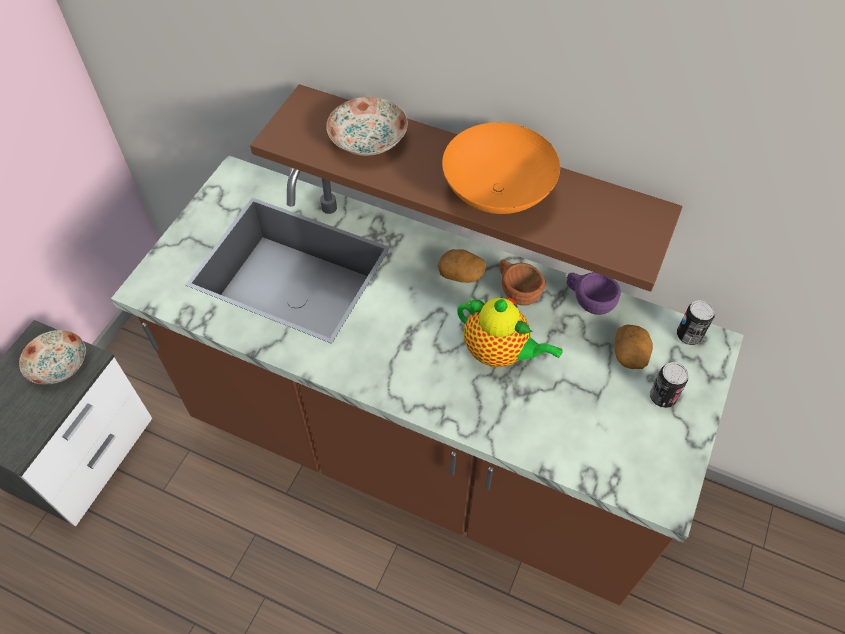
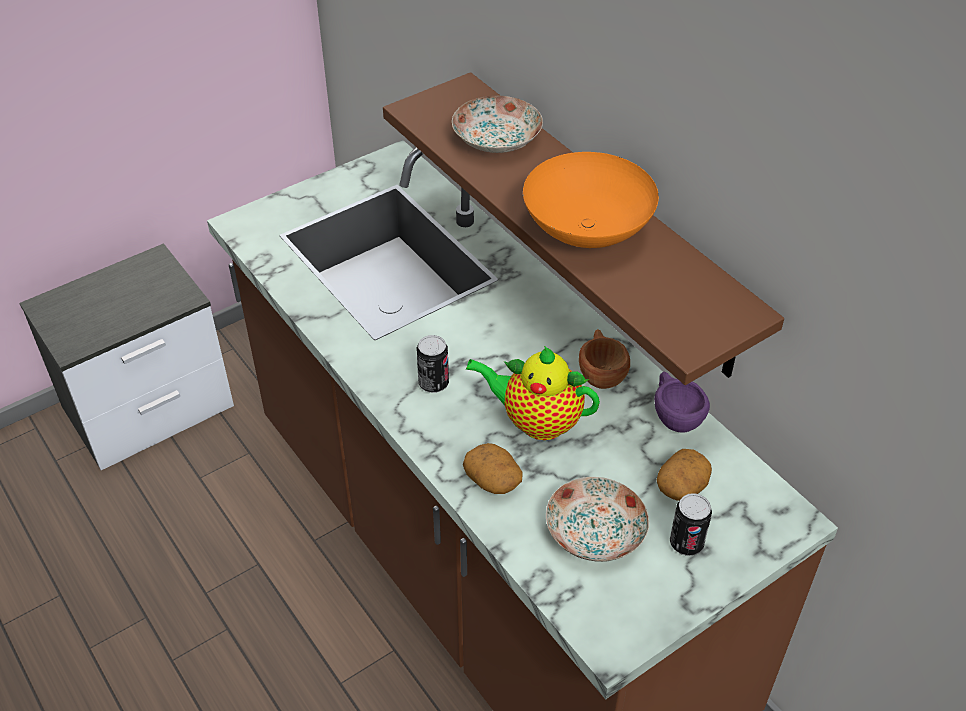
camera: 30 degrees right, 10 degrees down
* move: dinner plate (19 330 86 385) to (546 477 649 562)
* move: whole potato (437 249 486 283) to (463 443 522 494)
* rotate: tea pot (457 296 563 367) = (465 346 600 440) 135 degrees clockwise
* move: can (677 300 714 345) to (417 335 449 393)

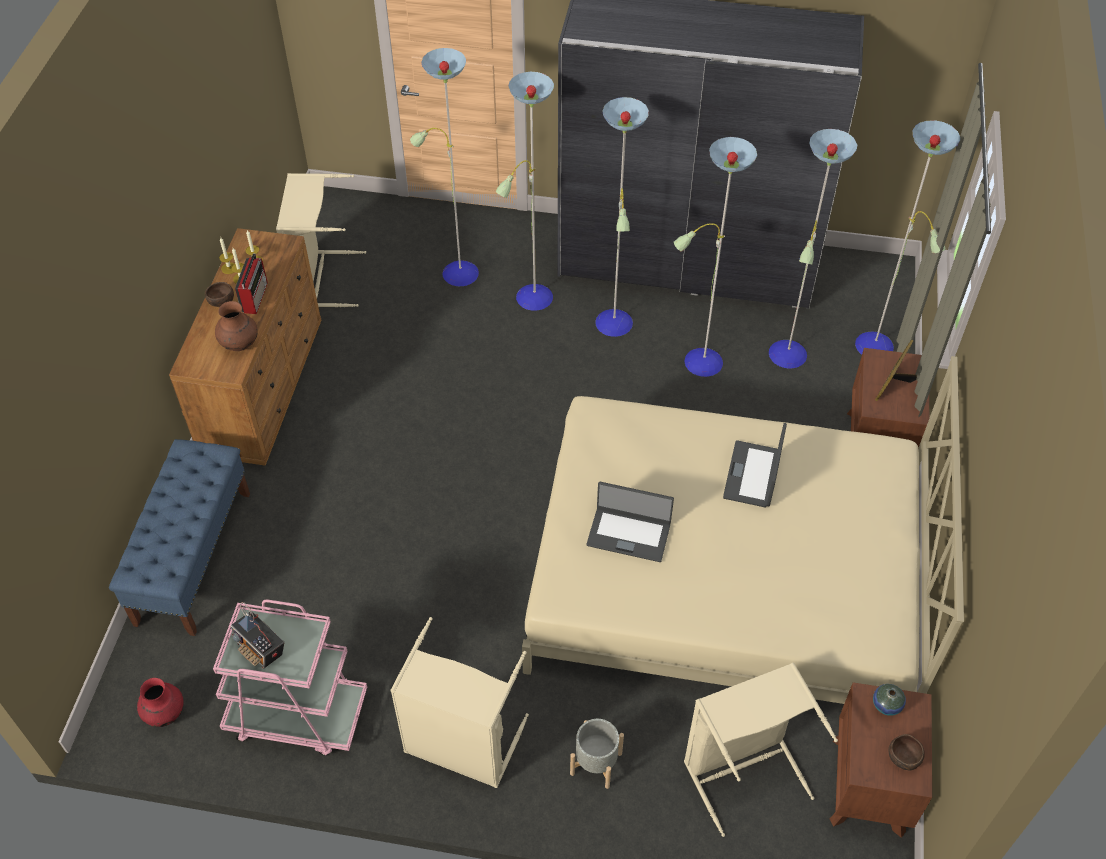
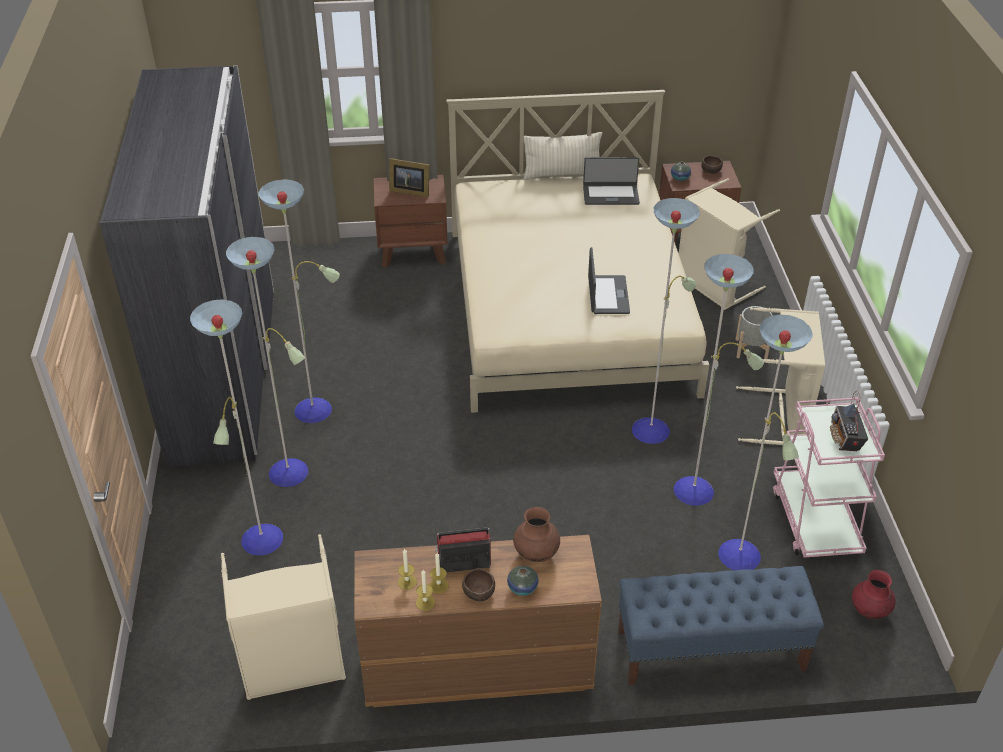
camera: 105 degrees left, 10 degrees down
* rotate: radio set (231 602 284 668) = (830 391 868 451) 150 degrees clockwise
* move: floor lamp (674 120 960 377) to (632 198 813 571)
* move: portable computer (723 423 787 508) to (583 157 640 205)
* insert: vase (507 566 539 596)
* insert: pillow in beige (523 132 602 180)

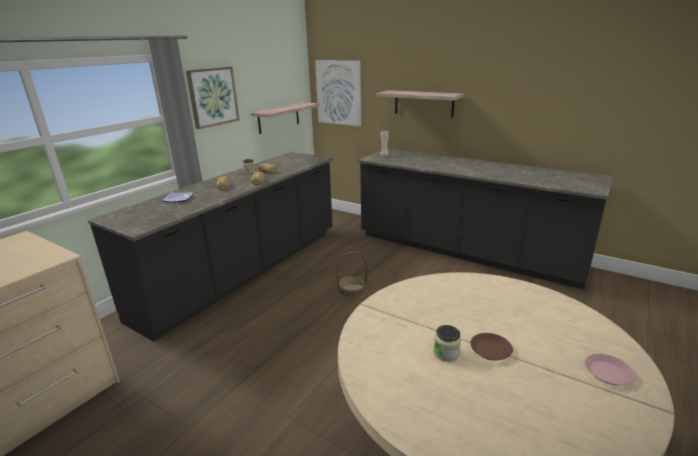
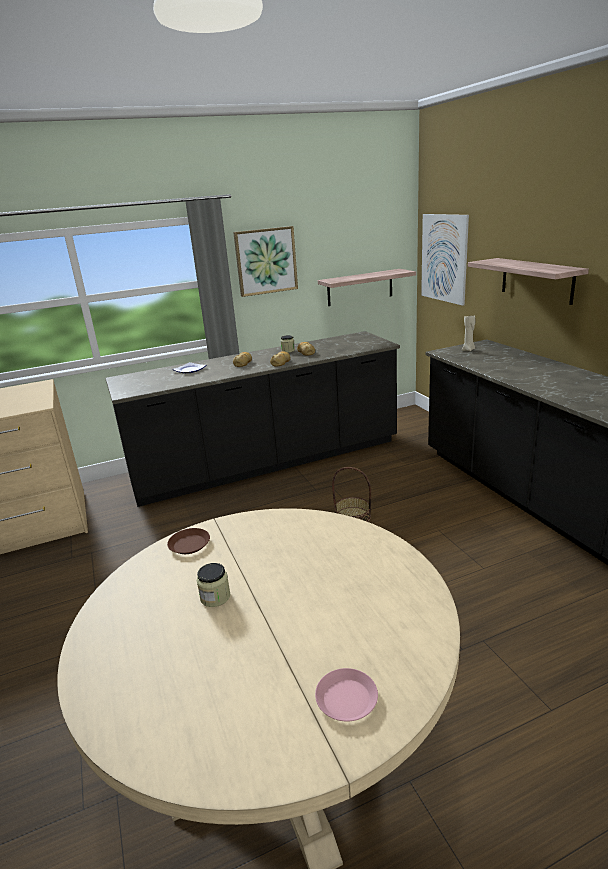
camera: 35 degrees right, 0 degrees up
* move: dinner plate in brown-coloured (470 333 513 361) to (167 528 210 554)

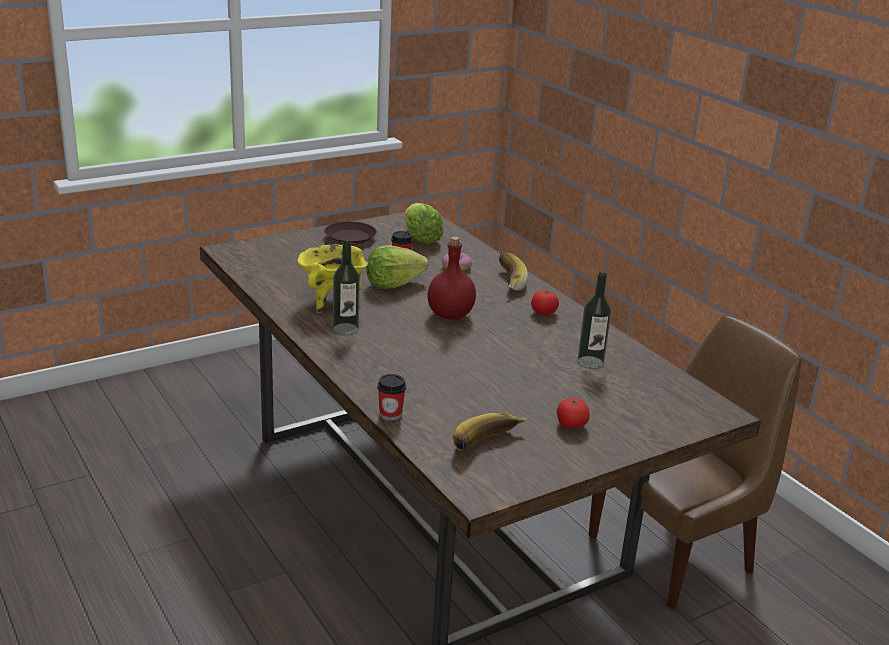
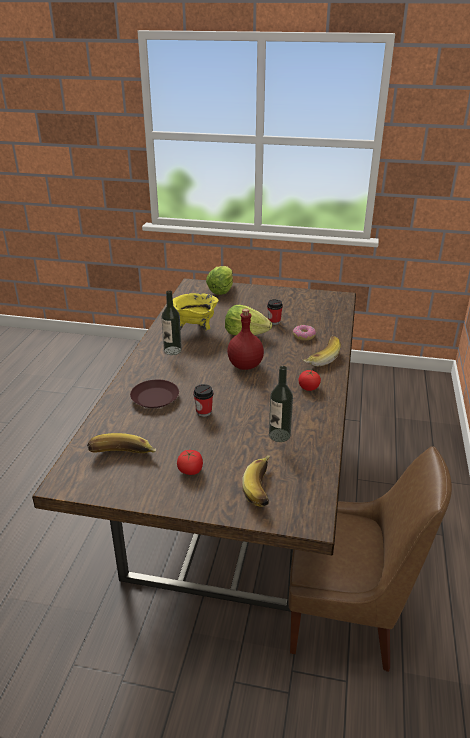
camera: 45 degrees right, 5 degrees up
* move: dinner plate in brown-coloured (324 221 377 245) to (130 380 179 408)
* move: cup (377 374 406 421) to (193 384 214 417)
* move: head of lettuce (405 203 443 244) to (206 266 233 295)
* insert: whole banana (242 455 271 507)

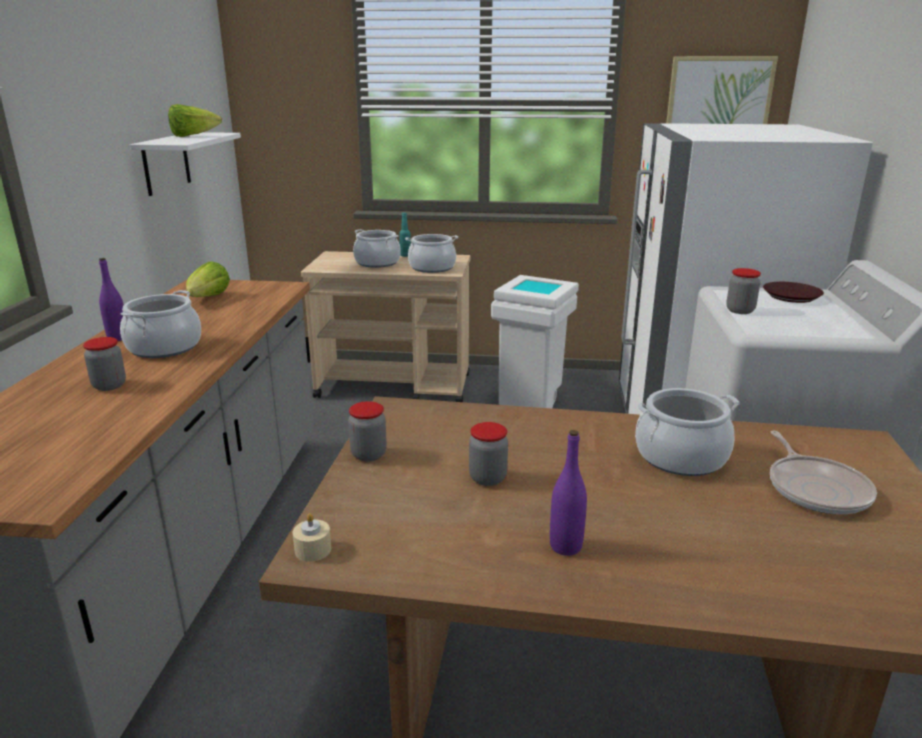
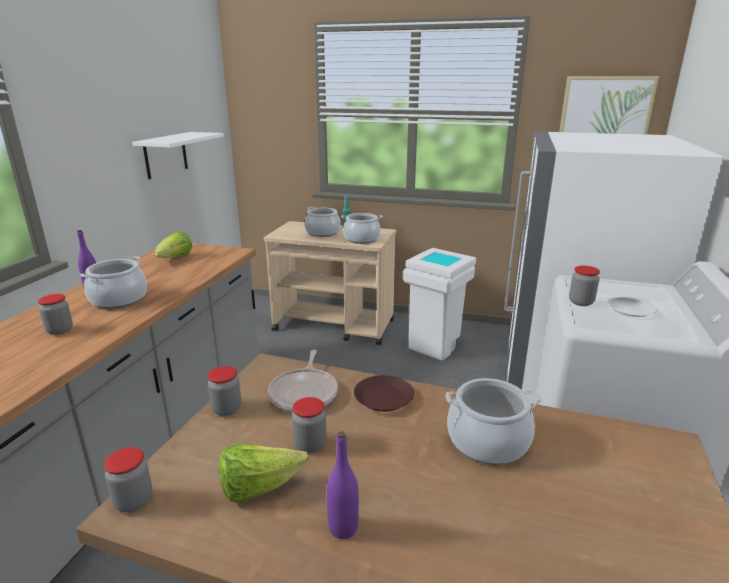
camera: 10 degrees right, 0 degrees up
* move: head of lettuce (168 104 222 137) to (219 444 308 502)
* replace: wax candle in beige (293 513 331 562) to jar (104 447 153 512)
* move: dinner plate in brown-coloured (763 282 824 303) to (354 375 414 412)
* move: skillet (770 431 877 514) to (268 350 338 412)
* insert: dinner plate in whitish (607 297 657 317)

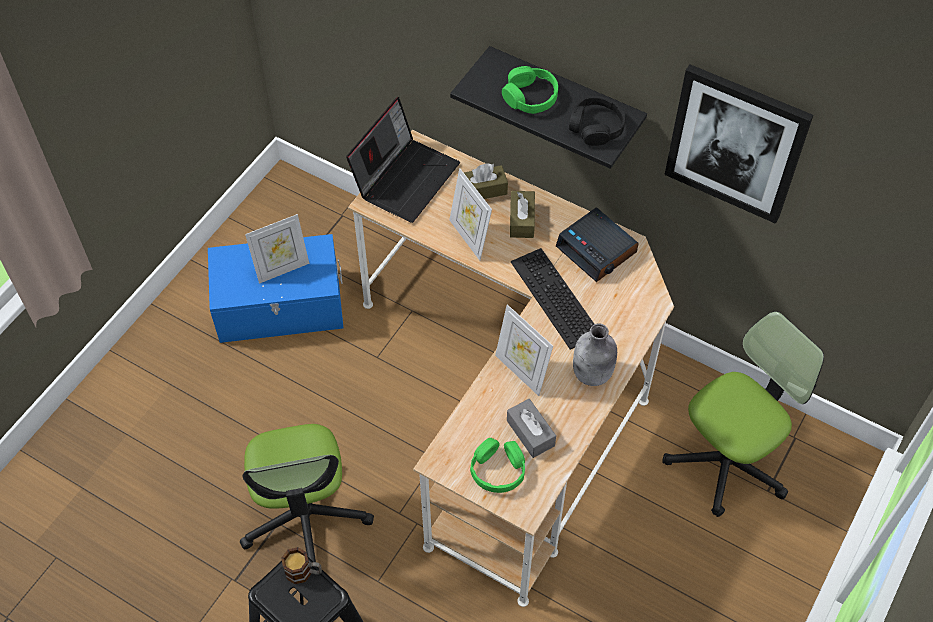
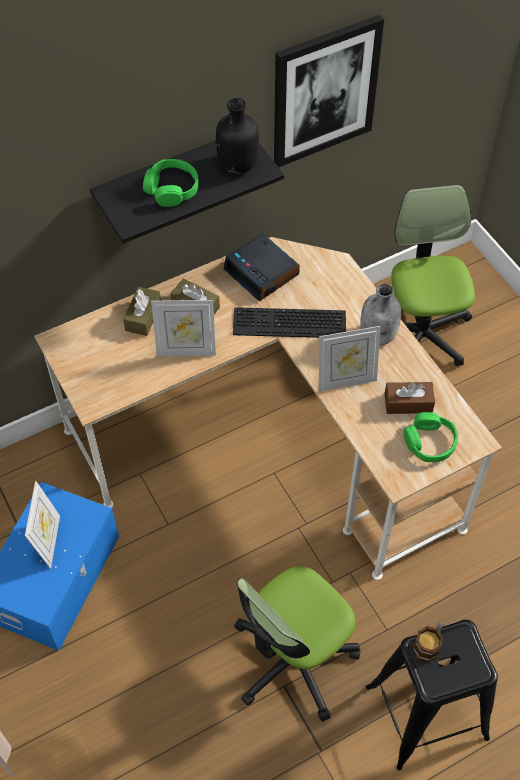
camera: 60 degrees left, 0 degrees up
* rotate: computer chair (240 424 374 562) = (234 566 360 722) 120 degrees clockwise
* delete: portable computer (346 97 460 223)
* recolor: box of tissues in greyish (507 399 556 458) to box of tissues in brown-coloured (385 382 435 414)
* rotate: bedside clock (556 207 639 282) = (223 233 300 301) 60 degrees clockwise
* replace: headphones in blackish (569 96 625 146) to beverage bottle in blackish (216 98 259 173)

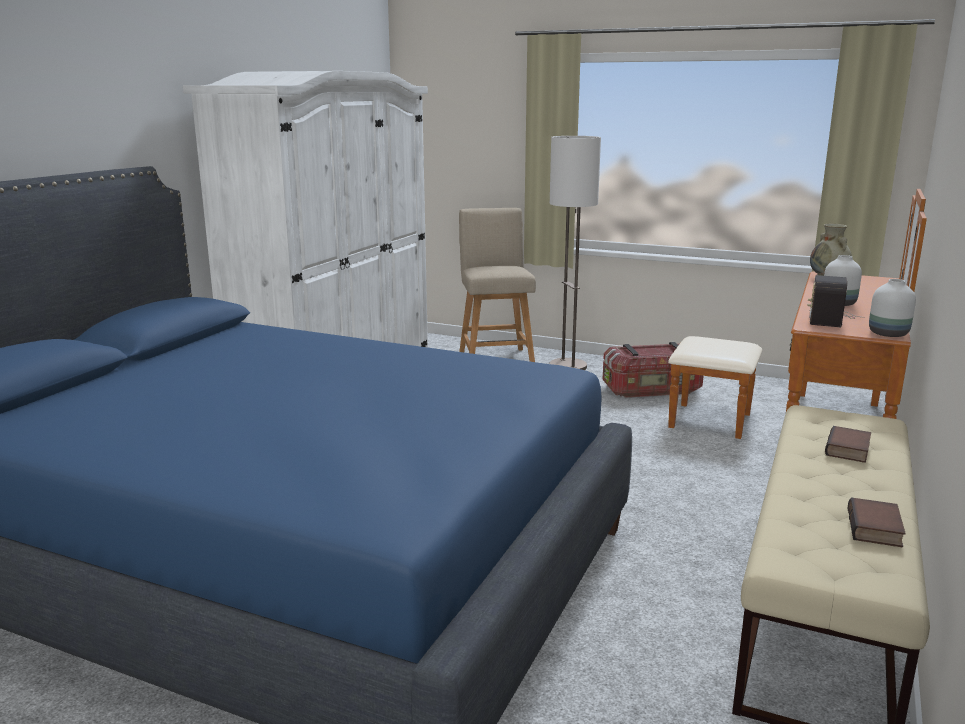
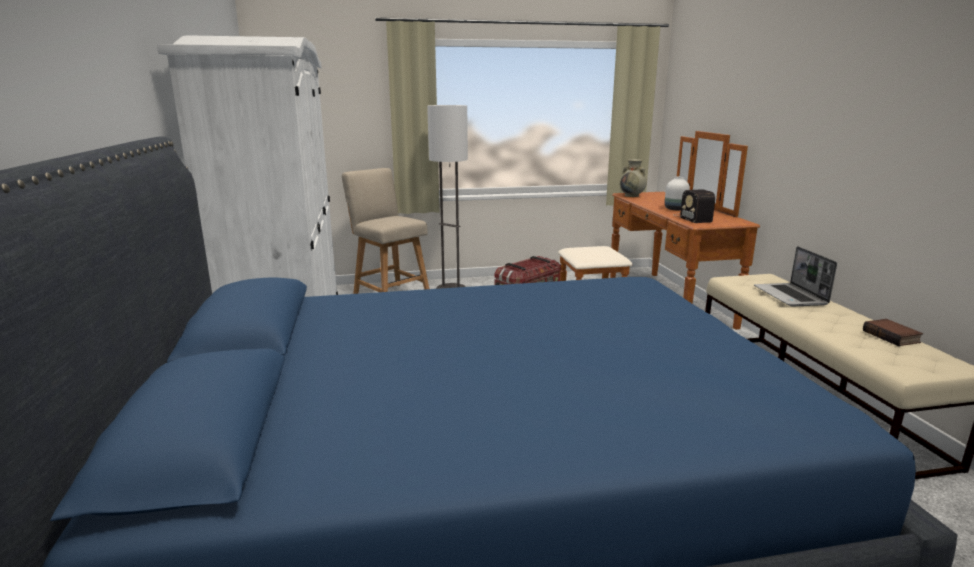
camera: 35 degrees left, 0 degrees up
* replace: bound book (825 426 871 463) to portable computer (754 246 837 306)
* delete: vase in whitish (869 279 916 337)

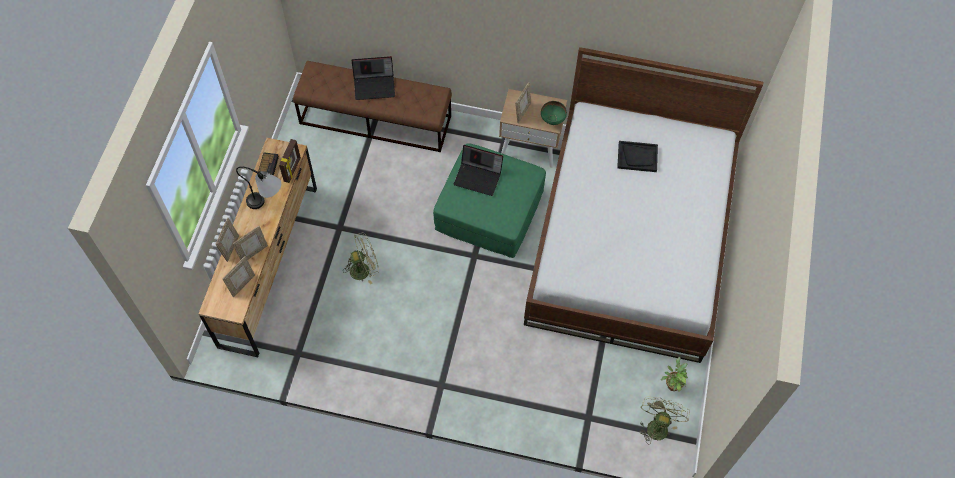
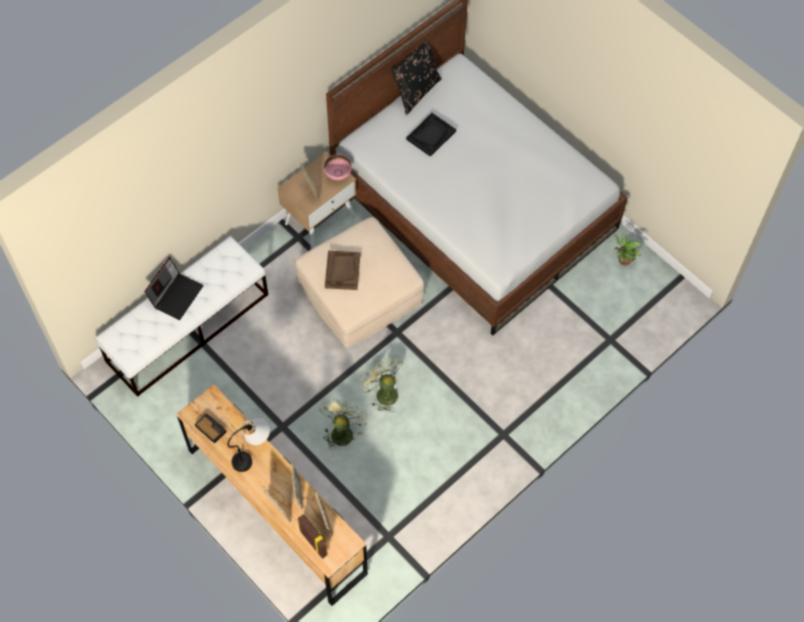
camera: 55 degrees left, 0 degrees up
* move: photo frame (279 139 301 183) to (298 514 328 559)
* recolor: long seat in brown-coloured (293 61 452 152) to long seat in whitish (96 236 268 397)
* recolor: footrest in green-coloured (433 143 546 258) to footrest in beige (295 217 424 348)
* replace: portable computer (454 145 503 196) to tray in brown-coloured (325 251 360 290)
* recolor: serving bowl in green-coloured (541 101 567 125) to serving bowl in pink (324 154 352 180)
* move: electric fan in green-coloured (639 397 690 444) to (359 355 403 412)
* insert: pillow in blackish (391 41 442 115)

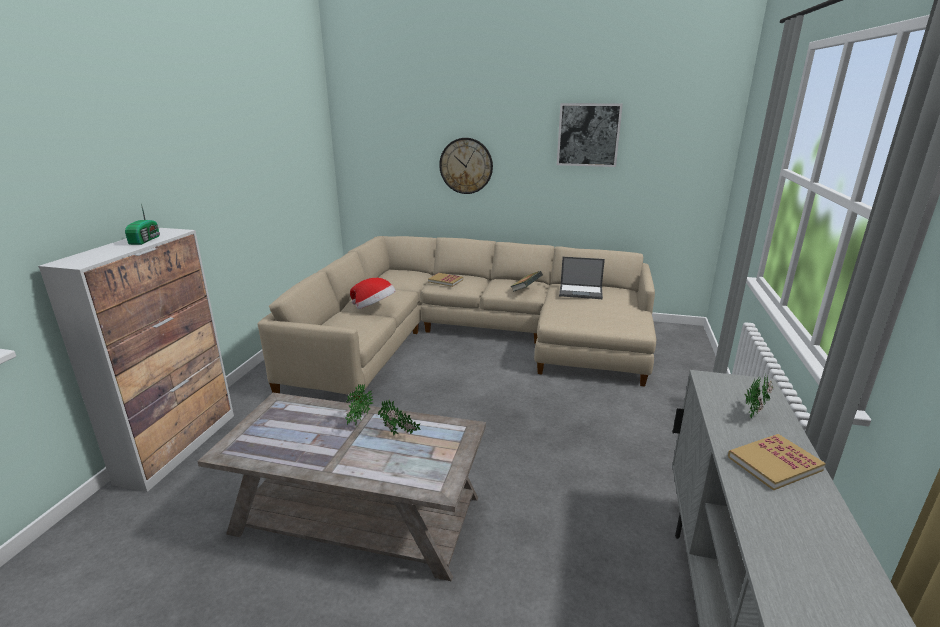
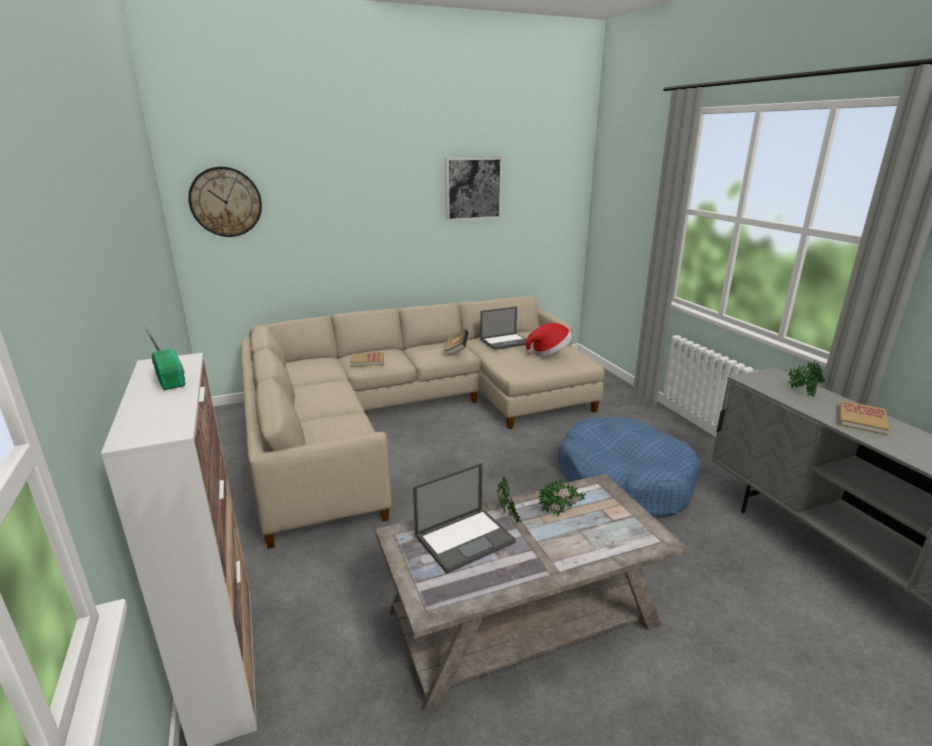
camera: 35 degrees left, 0 degrees up
* move: wearable hat (350 278 396 309) to (526 323 572 356)
* move: hanging clock (439 138 493 194) to (188 167 262 237)
* insert: portable computer (413 463 516 574)
* insert: dog cushion in bluish (558 417 701 517)

